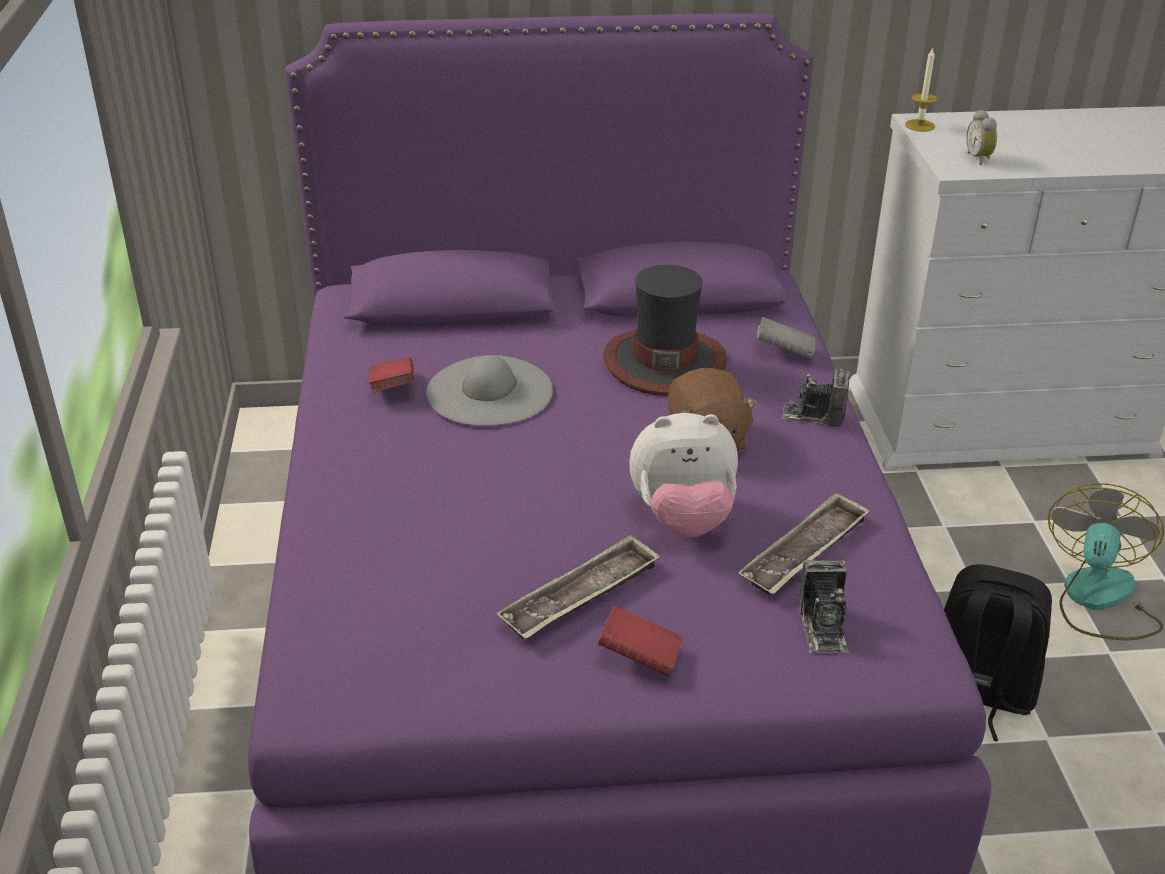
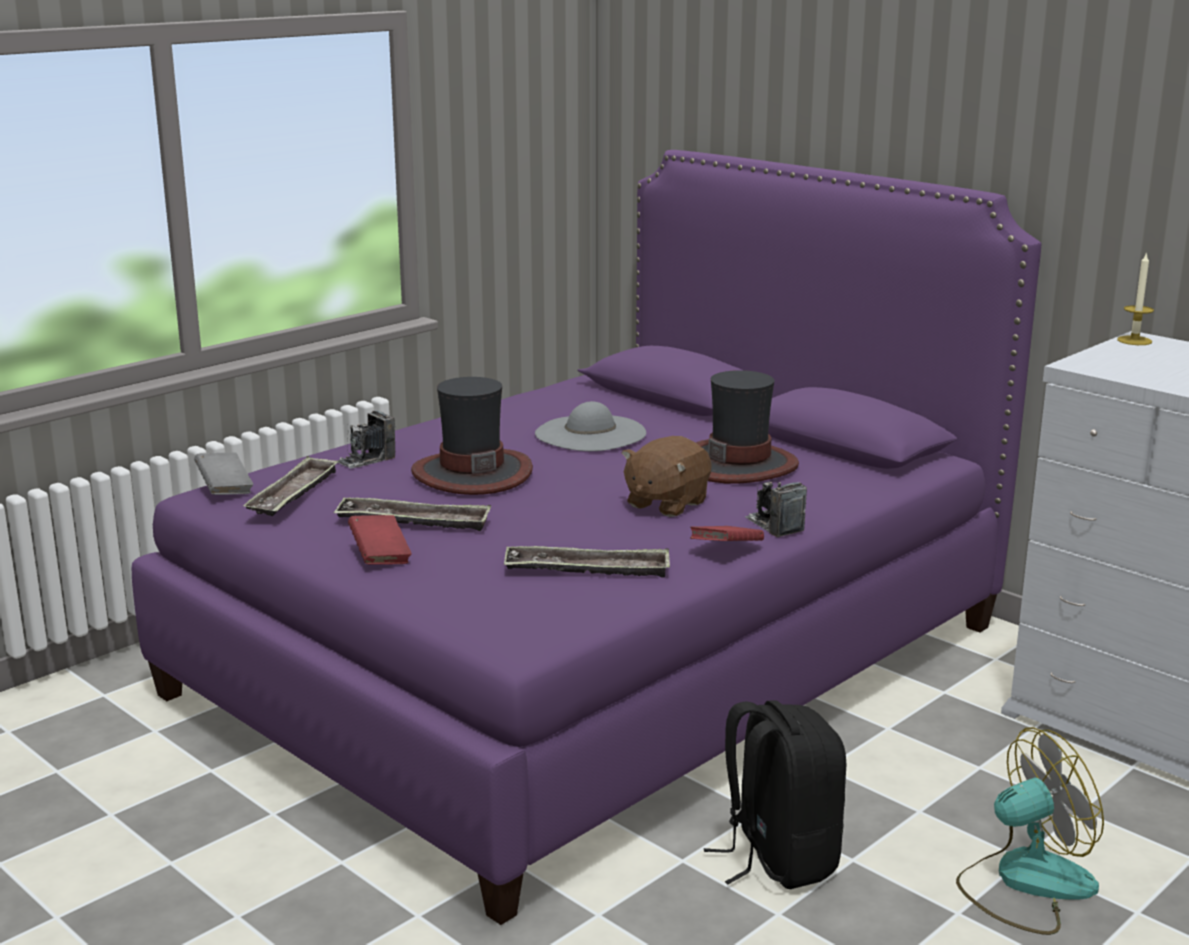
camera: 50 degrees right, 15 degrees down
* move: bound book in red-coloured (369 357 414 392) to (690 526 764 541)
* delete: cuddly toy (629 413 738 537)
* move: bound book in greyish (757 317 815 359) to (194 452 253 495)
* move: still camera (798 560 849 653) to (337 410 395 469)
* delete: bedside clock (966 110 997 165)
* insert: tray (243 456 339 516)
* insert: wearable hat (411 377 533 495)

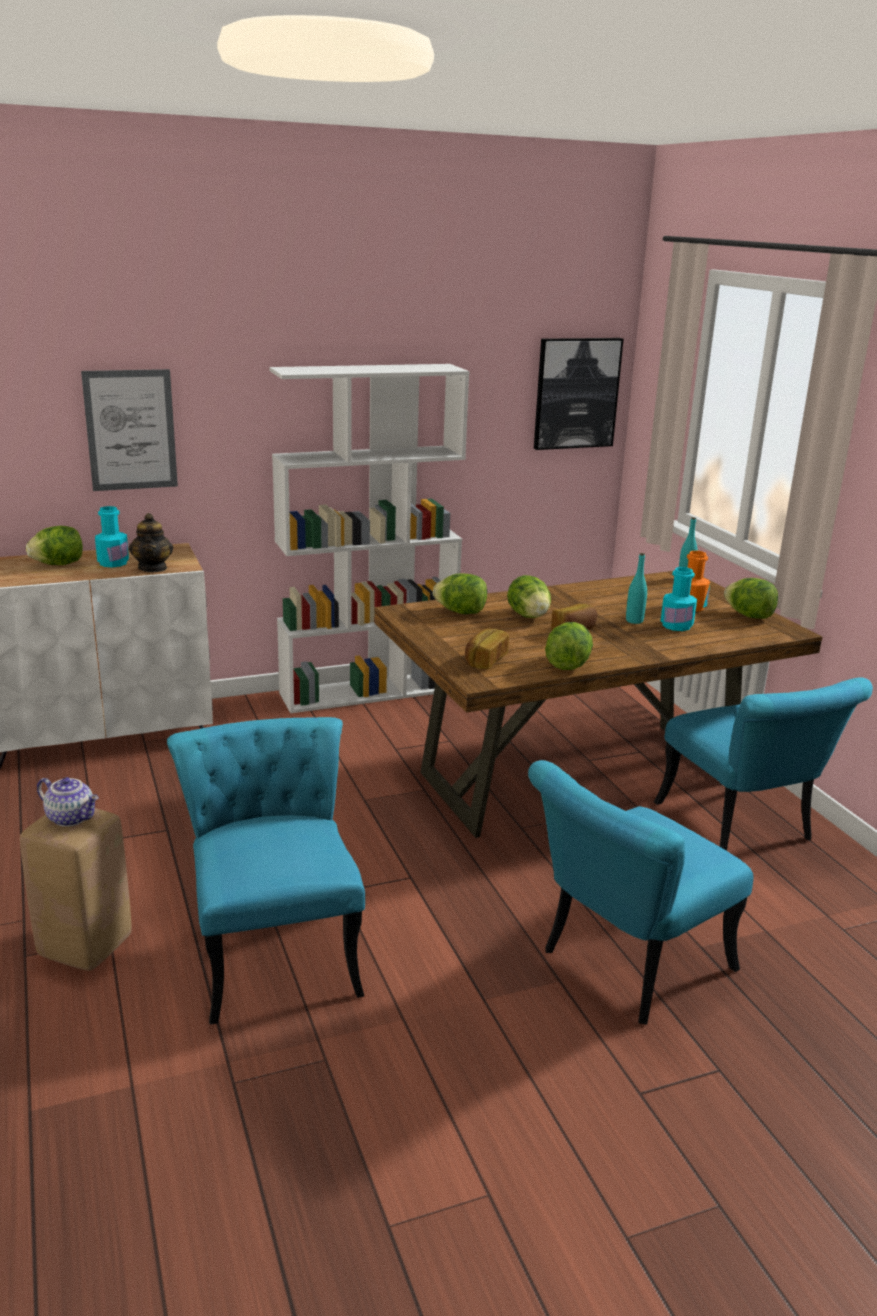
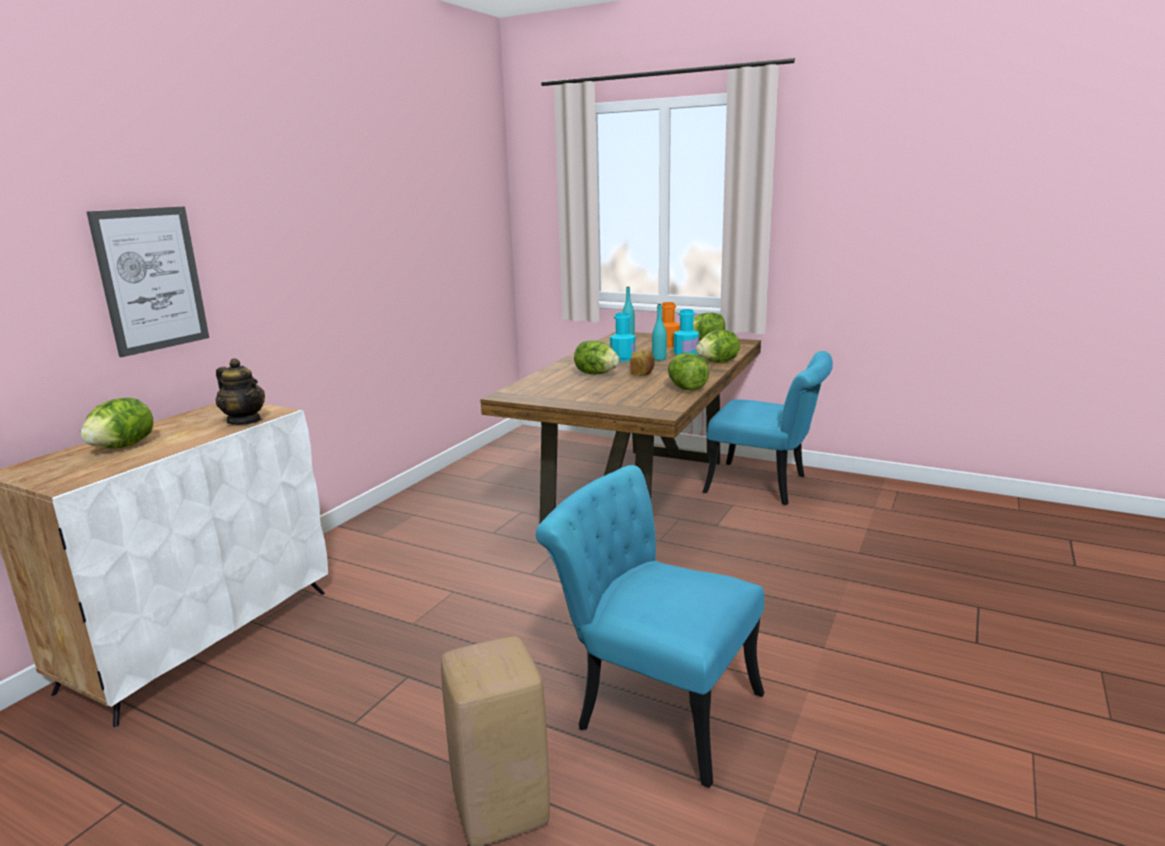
camera: 40 degrees left, 5 degrees down
* delete: tea pot (37 777 99 827)
* move: beverage bottle in blue-green (95 506 129 567) to (610 312 636 361)
* delete: shelving unit in whitish (269 364 470 713)
* move: head of lettuce (433 574 487 614) to (696 330 740 362)
* delete: baked bread (465 628 509 669)
* delete: chair in blue-green (528 760 754 1025)
* delete: picture (534 338 623 450)

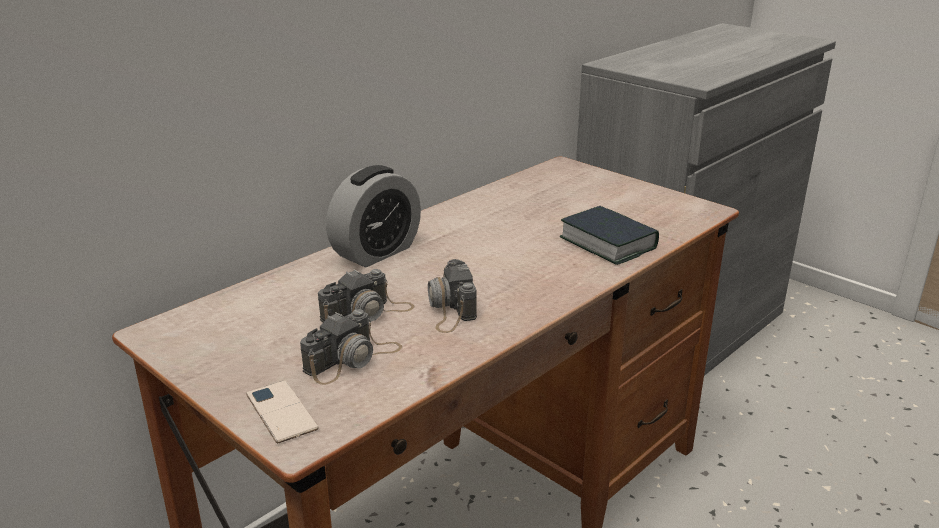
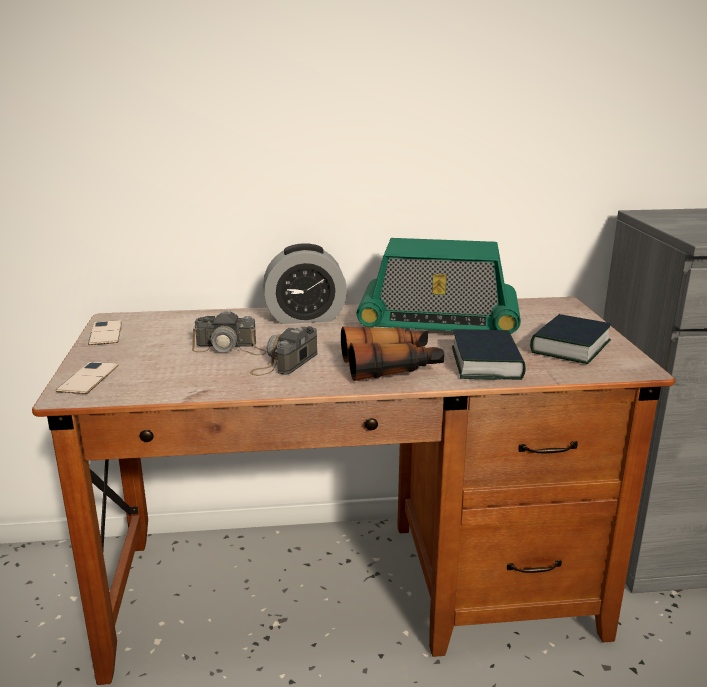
camera: 40 degrees right, 5 degrees down
* delete: still camera (300 309 402 385)
* insert: telephone (88 320 122 345)
* insert: field glasses (341 326 444 381)
* insert: radio set (356 238 521 334)
* insert: bound book (530 314 611 364)

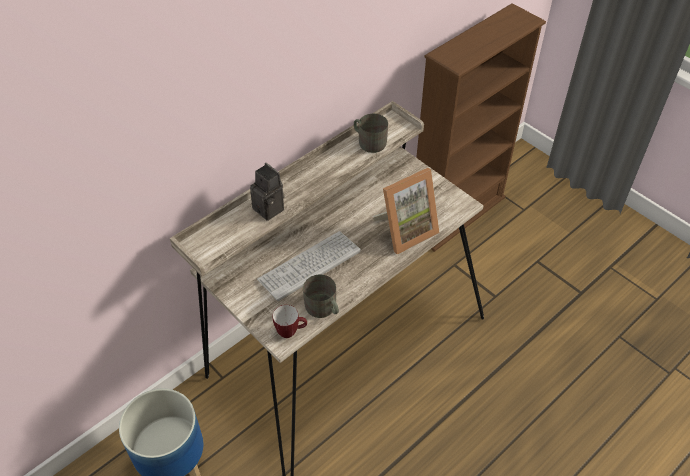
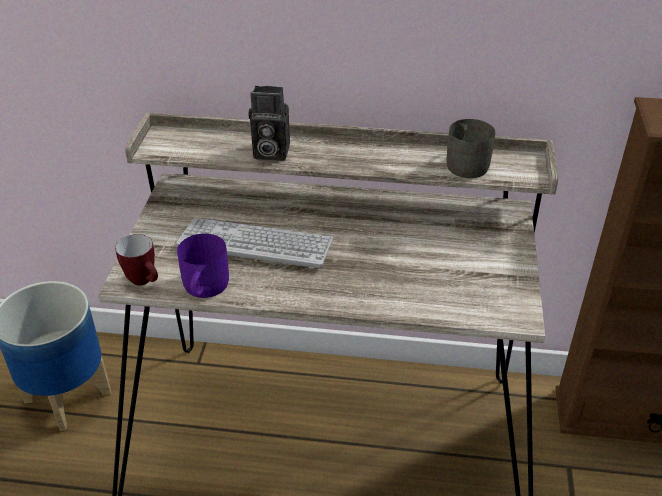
camera: 50 degrees right, 10 degrees down
* rotate: still camera (250 163 285 221) = (249 86 290 161) 90 degrees clockwise
* recolor: mug in greyish (303 275 339 318) to mug in purple (177 234 229 298)
* delete: photo frame (372 168 440 255)

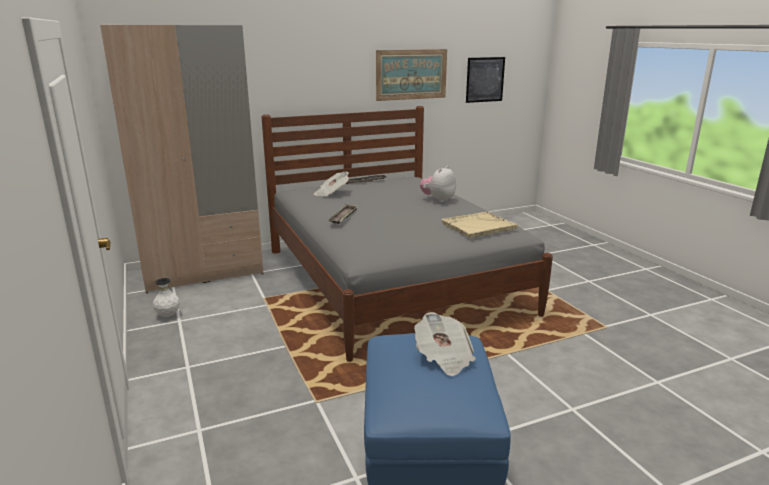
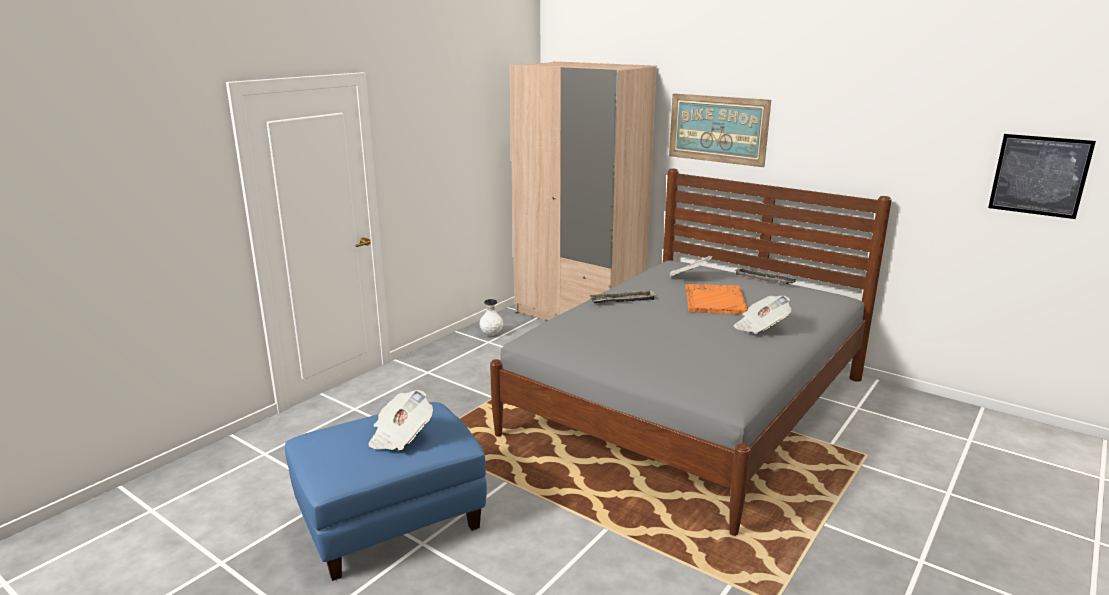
camera: 60 degrees right, 0 degrees up
* move: picture (376 49 447 101) to (669 94 771 167)
* replace: cuddly toy (420 166 456 203) to newspaper (734 296 791 334)
* delete: tray in beige (442 212 518 238)
* insert: tray in orangey (685 284 747 315)

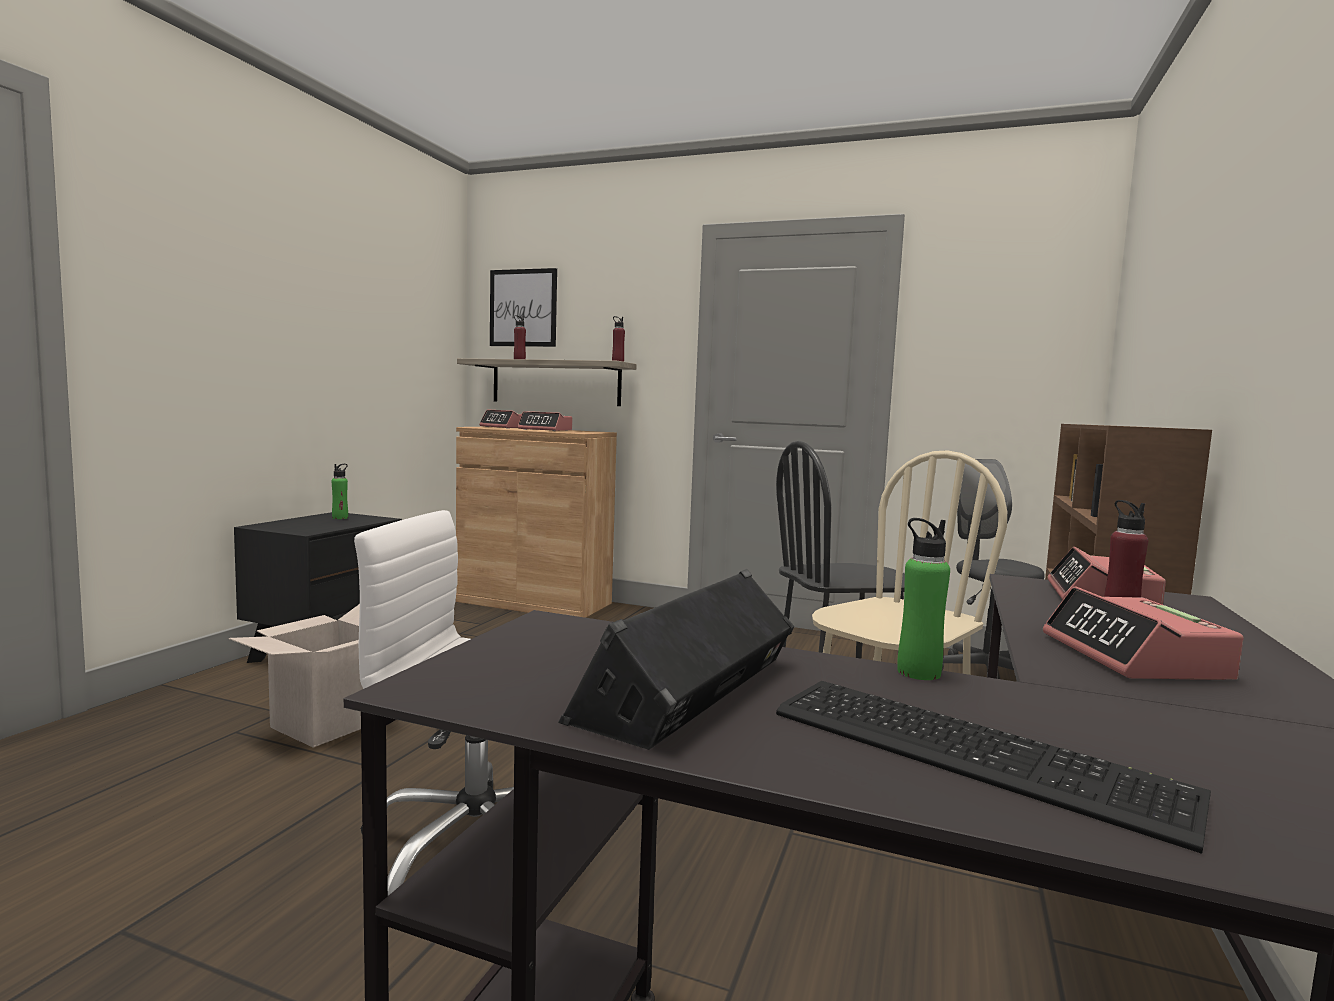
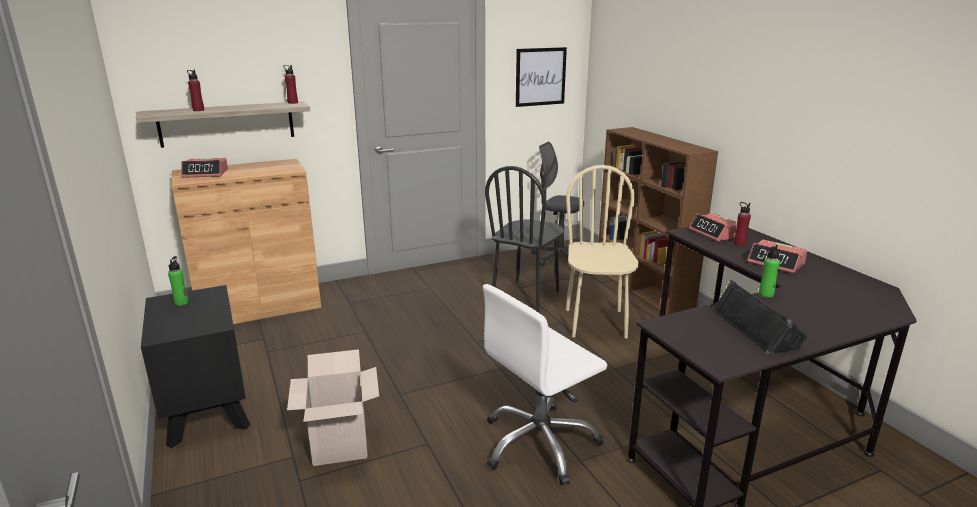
camera: 45 degrees left, 15 degrees up
* move: picture (490 268 557 347) to (516 47 567 107)
* delete: bedside clock (518 411 573 431)
* delete: keyboard (776 681 1211 854)

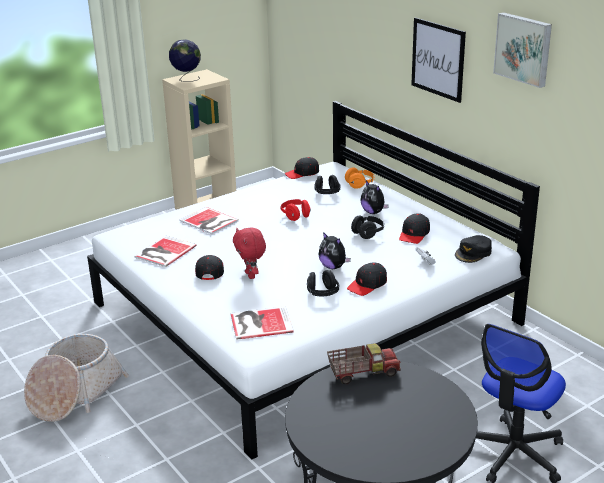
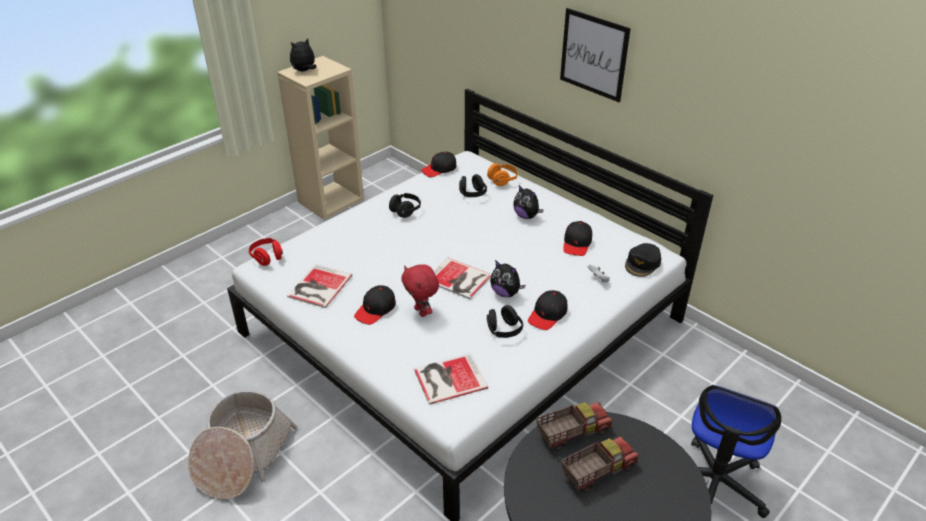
camera: 10 degrees left, 10 degrees up
* replace: globe (169 39 201 82) to cuddly toy (290 38 317 71)
* move: bound book (179 207 239 235) to (434 258 491 299)
* rotate: cap in blackish (195 255 224 280) = (354 285 396 325) 135 degrees counterclockwise
* move: headphones in red-coloured (280 199 311 221) to (248 238 283 266)
* move: headphones in blackish (351 215 384 239) to (389 193 421 218)
* delete: picture (493 12 552 88)
* insert: toy truck (561 436 639 493)

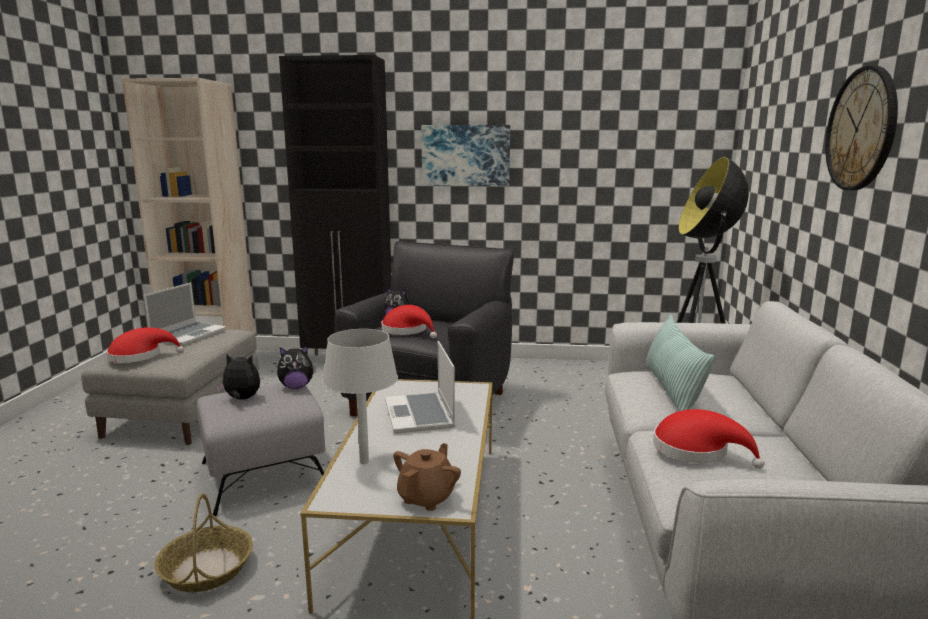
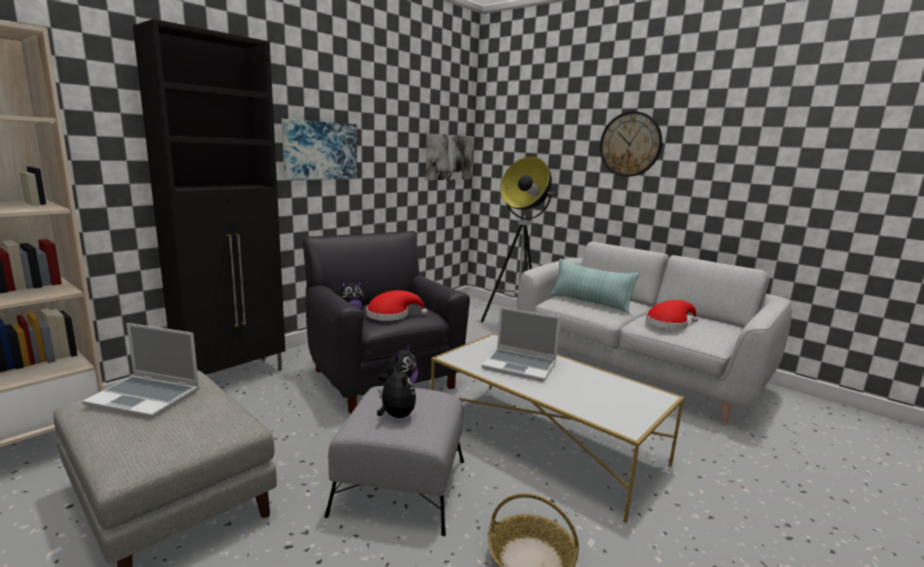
camera: 55 degrees left, 0 degrees up
* delete: wearable hat in red-coloured (106 327 184 363)
* rotate: portable computer (143 282 227 346) = (82 323 200 419) 135 degrees clockwise
* rotate: cuddly toy (216 354 260 399) = (377 364 416 418) 105 degrees clockwise
* delete: table lamp in greyish (322 329 398 464)
* delete: tea pot in brown-coloured (393 443 461 511)
* insert: picture (425 134 473 180)

